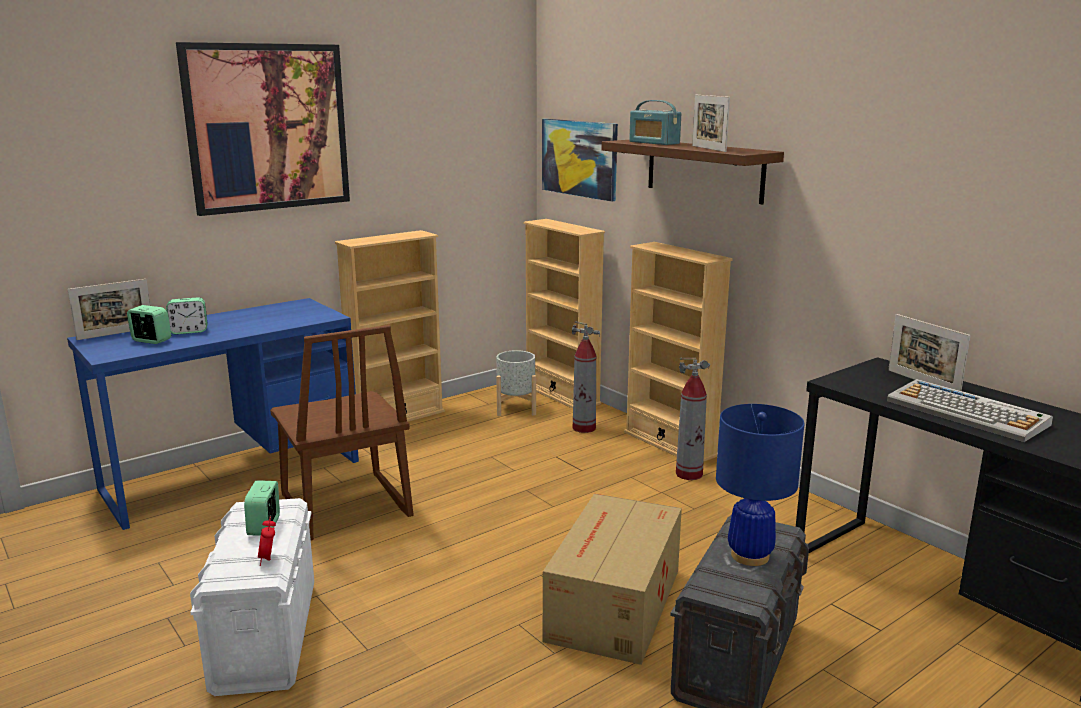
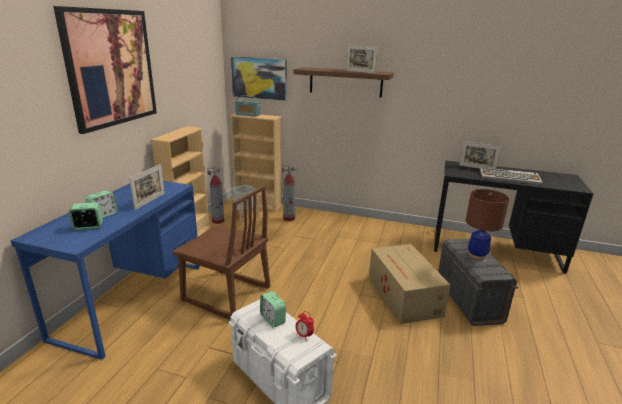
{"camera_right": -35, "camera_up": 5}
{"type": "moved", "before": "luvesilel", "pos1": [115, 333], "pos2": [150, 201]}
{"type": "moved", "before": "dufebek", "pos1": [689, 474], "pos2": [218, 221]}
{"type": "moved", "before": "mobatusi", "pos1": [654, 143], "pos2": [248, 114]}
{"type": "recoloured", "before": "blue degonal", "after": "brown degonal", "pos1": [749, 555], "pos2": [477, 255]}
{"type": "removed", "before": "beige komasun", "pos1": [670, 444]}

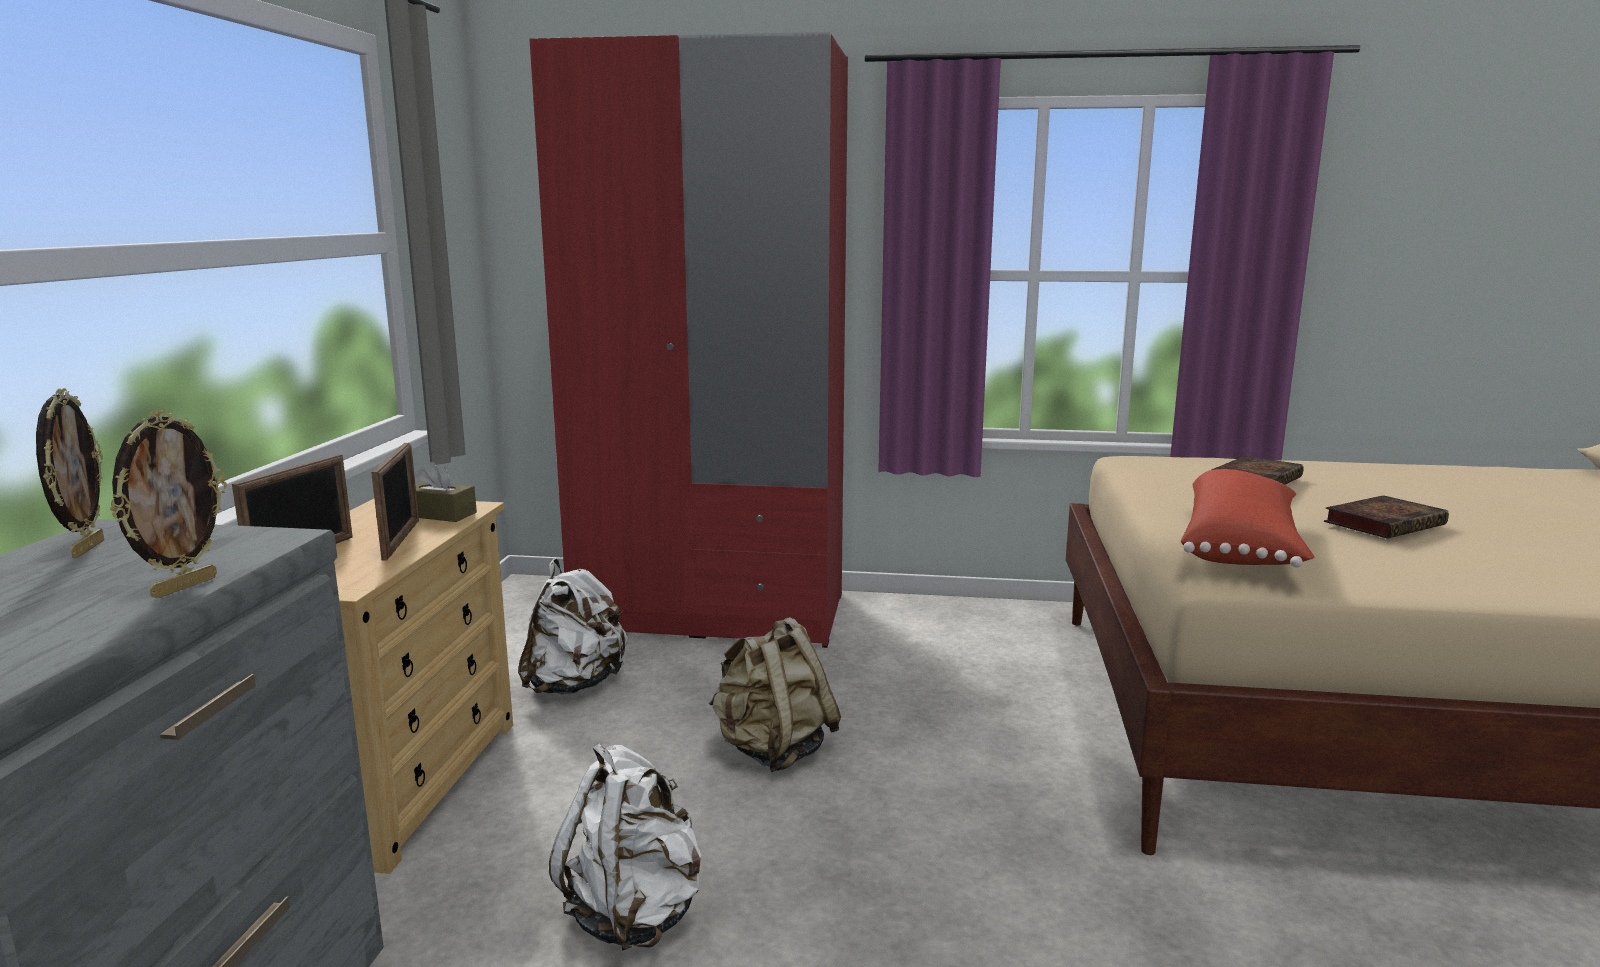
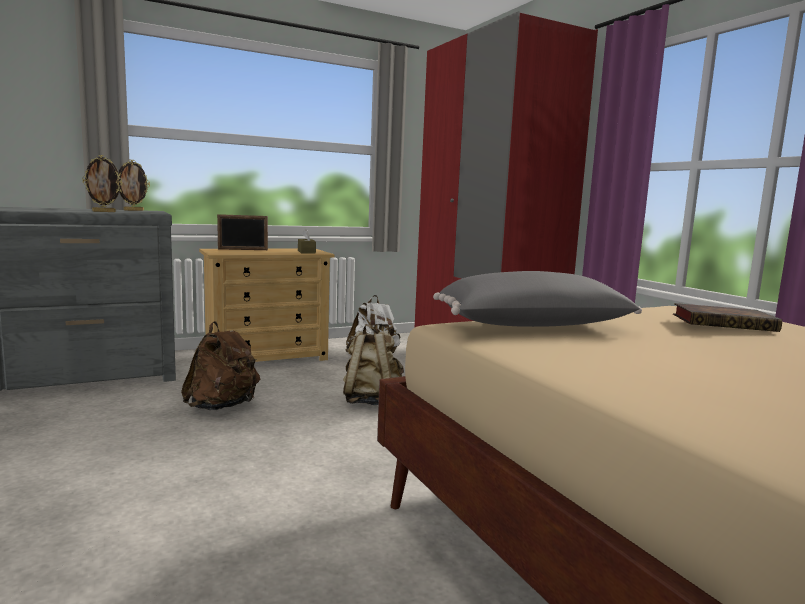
{"camera_right": 55, "camera_up": -5}
{"type": "recoloured", "before": "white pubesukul", "after": "brown pubesukul", "pos1": [635, 913], "pos2": [222, 406]}
{"type": "recoloured", "before": "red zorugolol", "after": "grey zorugolol", "pos1": [1241, 547], "pos2": [534, 327]}
{"type": "removed", "before": "luvesilel", "pos1": [401, 540]}
{"type": "removed", "before": "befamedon", "pos1": [1385, 523]}

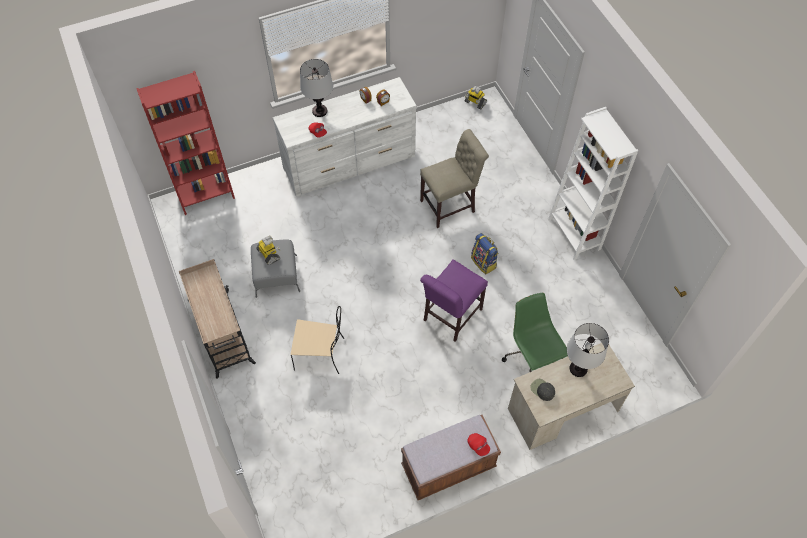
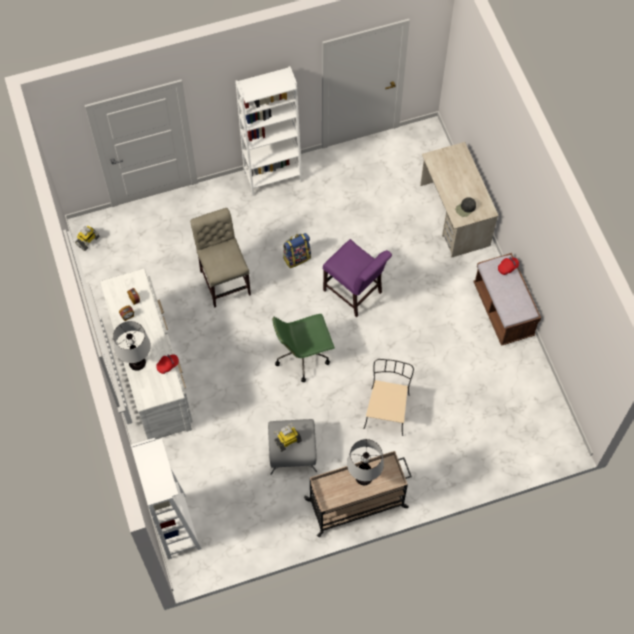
{"camera_right": -85, "camera_up": 5}
{"type": "recoloured", "before": "red komasun", "after": "white komasun", "pos1": [206, 195], "pos2": [176, 526]}
{"type": "moved", "before": "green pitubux", "pos1": [531, 358], "pos2": [303, 356]}
{"type": "moved", "before": "degonal", "pos1": [578, 369], "pos2": [364, 477]}

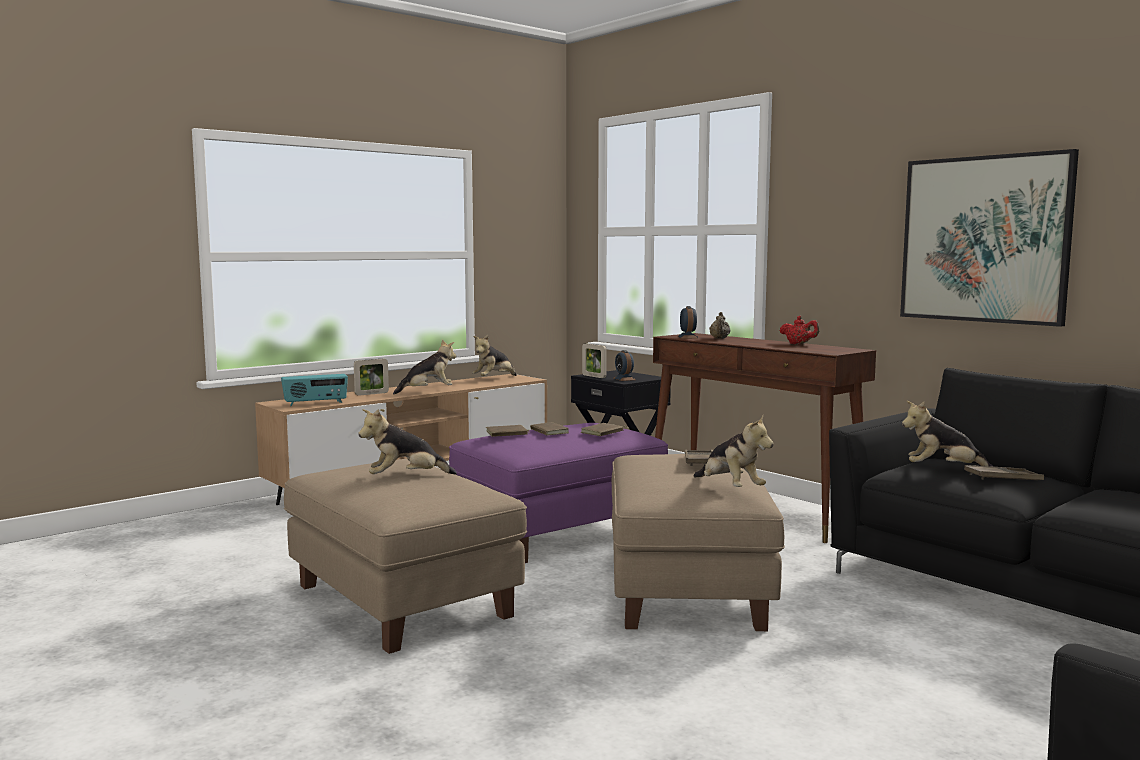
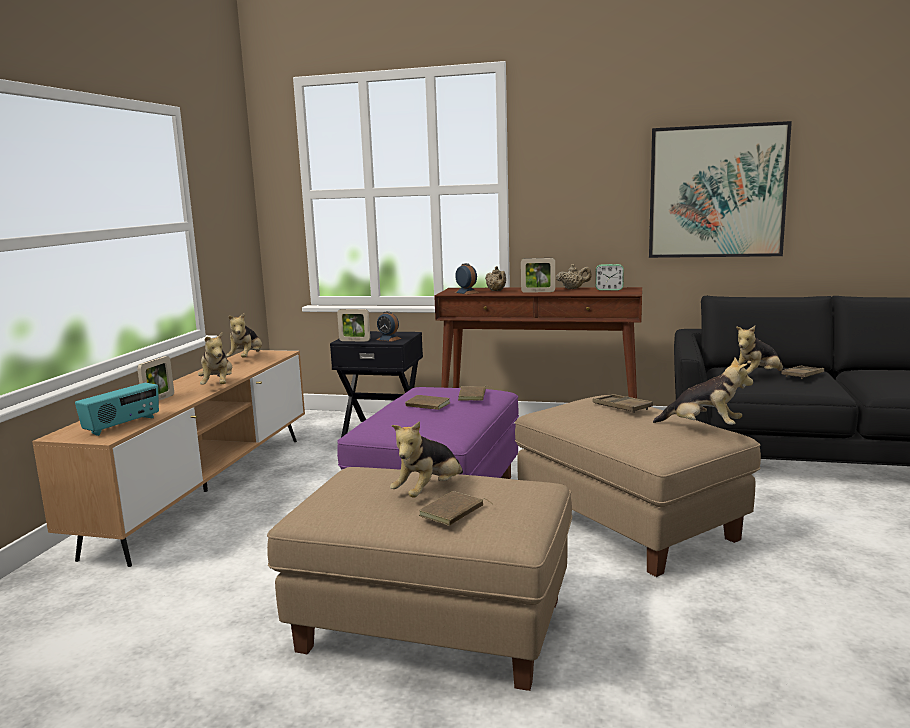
{"camera_right": -35, "camera_up": 5}
{"type": "turned", "before": "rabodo", "pos1": [428, 392], "pos2": [218, 385], "turn": 135}
{"type": "moved", "before": "brown befamedon", "pos1": [507, 434], "pos2": [453, 512]}
{"type": "added", "after": "luvesilel", "pos2": [538, 292]}
{"type": "recoloured", "before": "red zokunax", "after": "beige zokunax", "pos1": [799, 344], "pos2": [573, 288]}
{"type": "added", "after": "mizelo", "pos2": [609, 289]}

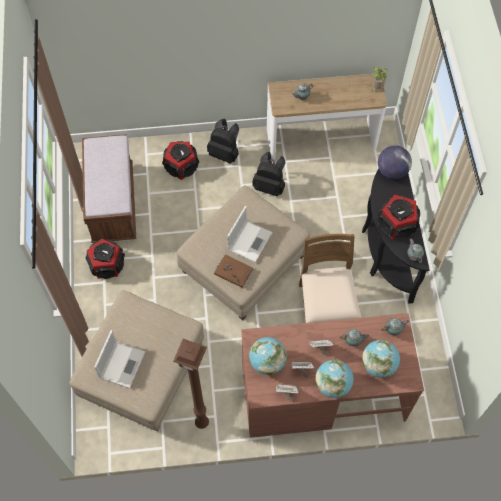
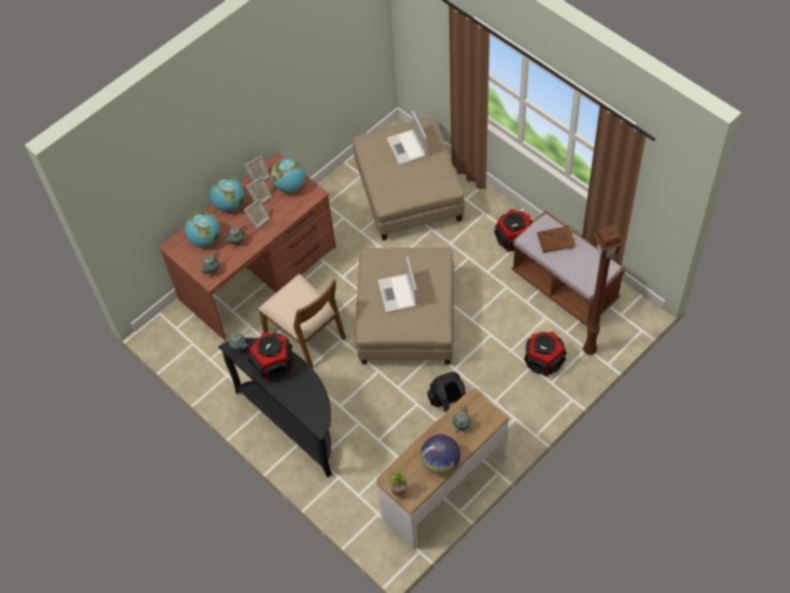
{"camera_right": 145, "camera_up": -5}
{"type": "moved", "before": "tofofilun", "pos1": [392, 171], "pos2": [441, 462]}
{"type": "moved", "before": "brown befamedon", "pos1": [233, 271], "pos2": [556, 241]}
{"type": "moved", "before": "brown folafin", "pos1": [200, 423], "pos2": [590, 349]}
{"type": "removed", "before": "black pubesukul", "pos1": [225, 153]}

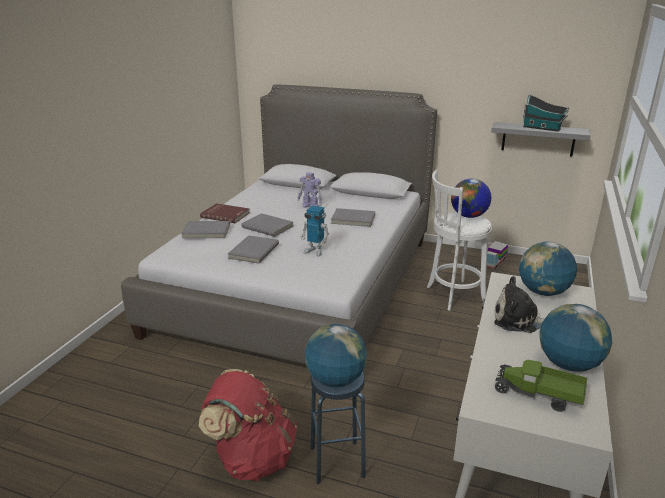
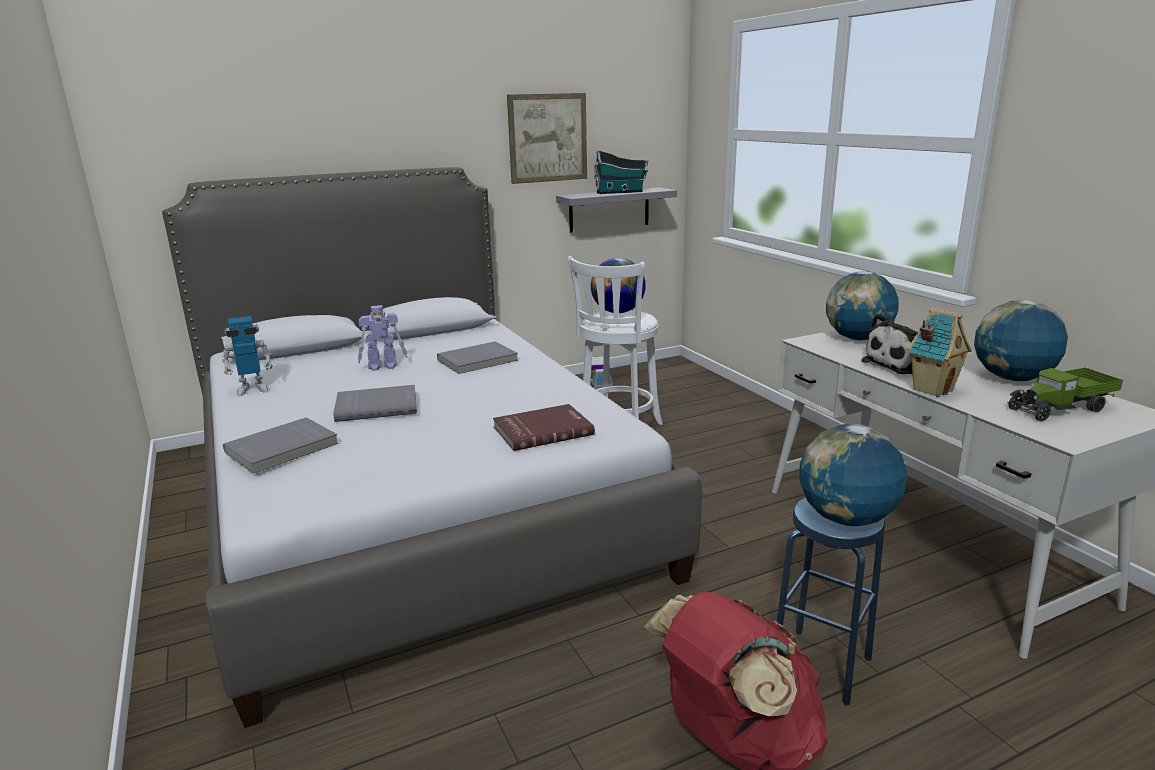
{"camera_right": -45, "camera_up": -5}
{"type": "moved", "before": "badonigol", "pos1": [315, 251], "pos2": [252, 389]}
{"type": "moved", "before": "red befamedon", "pos1": [225, 215], "pos2": [542, 430]}
{"type": "added", "after": "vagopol", "pos2": [548, 138]}
{"type": "added", "after": "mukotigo", "pos2": [932, 390]}
{"type": "removed", "before": "grey befamedon", "pos1": [253, 251]}

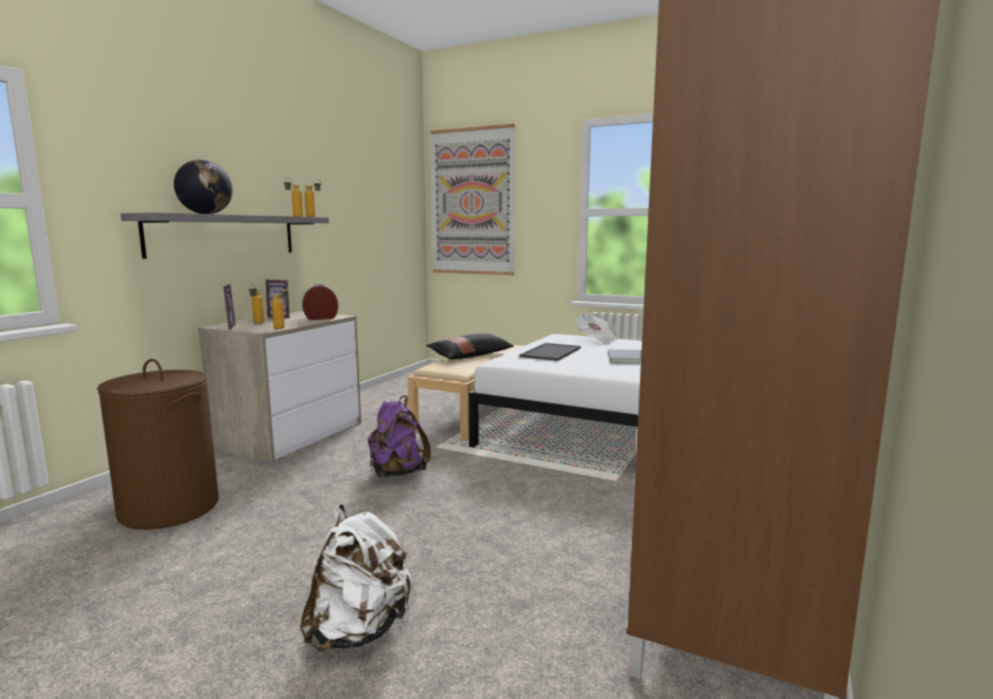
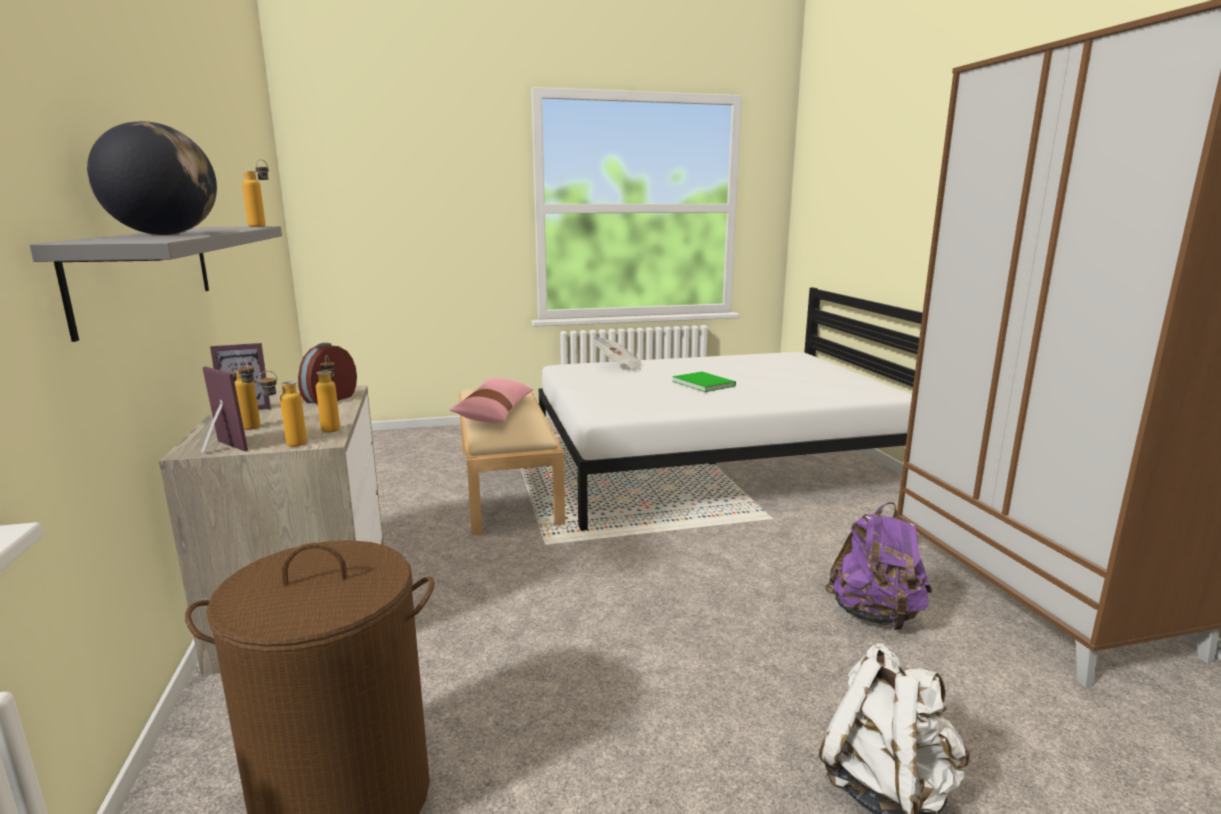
{"camera_right": -40, "camera_up": 5}
{"type": "moved", "before": "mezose", "pos1": [294, 216], "pos2": [288, 445]}
{"type": "recoloured", "before": "black zorugolol", "after": "pink zorugolol", "pos1": [470, 355], "pos2": [495, 412]}
{"type": "recoloured", "before": "grey befamedon", "after": "green befamedon", "pos1": [627, 358], "pos2": [703, 383]}
{"type": "moved", "before": "purple pubesukul", "pos1": [397, 473], "pos2": [875, 615]}
{"type": "removed", "before": "vagopol", "pos1": [472, 202]}
{"type": "removed", "before": "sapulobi", "pos1": [550, 352]}

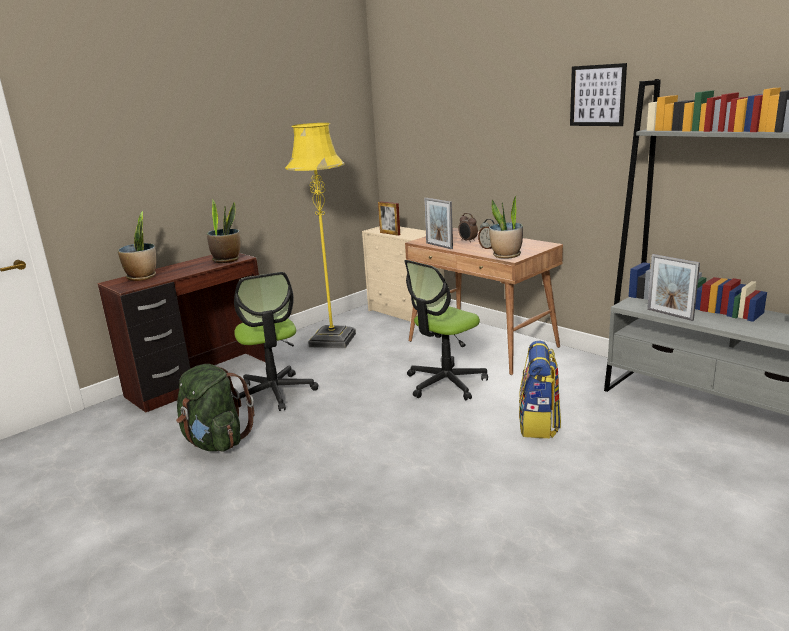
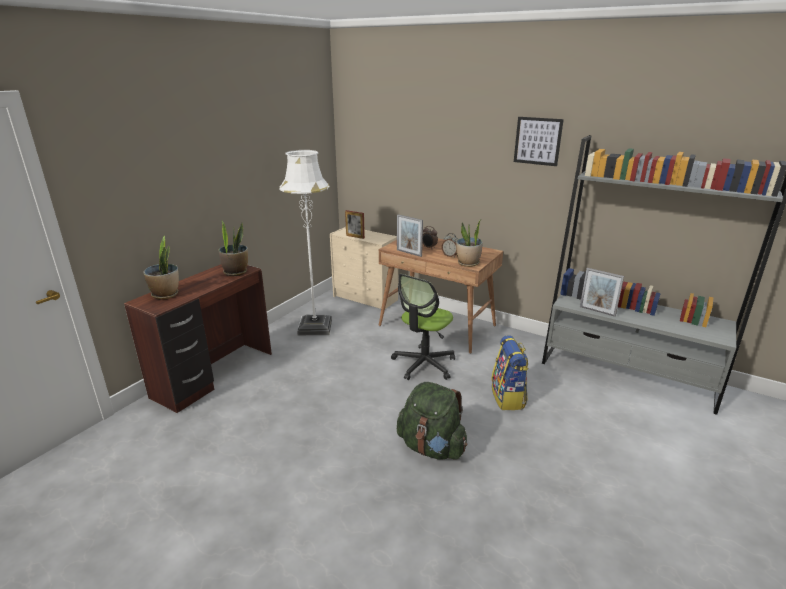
{"camera_right": -15, "camera_up": 5}
{"type": "recoloured", "before": "yellow folafin", "after": "white folafin", "pos1": [333, 340], "pos2": [315, 327]}
{"type": "moved", "before": "green pubesukul", "pos1": [216, 442], "pos2": [431, 447]}
{"type": "removed", "before": "pitubux", "pos1": [274, 393]}

